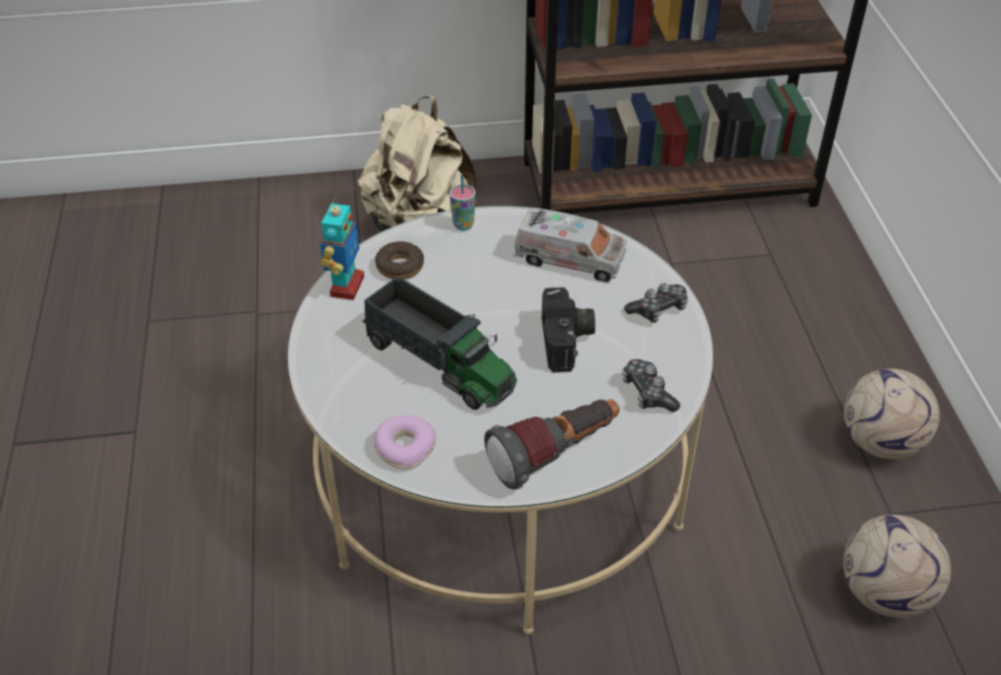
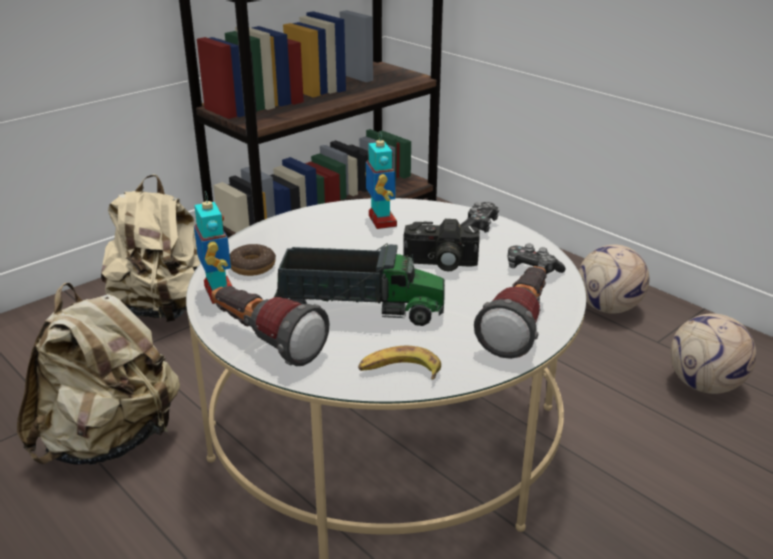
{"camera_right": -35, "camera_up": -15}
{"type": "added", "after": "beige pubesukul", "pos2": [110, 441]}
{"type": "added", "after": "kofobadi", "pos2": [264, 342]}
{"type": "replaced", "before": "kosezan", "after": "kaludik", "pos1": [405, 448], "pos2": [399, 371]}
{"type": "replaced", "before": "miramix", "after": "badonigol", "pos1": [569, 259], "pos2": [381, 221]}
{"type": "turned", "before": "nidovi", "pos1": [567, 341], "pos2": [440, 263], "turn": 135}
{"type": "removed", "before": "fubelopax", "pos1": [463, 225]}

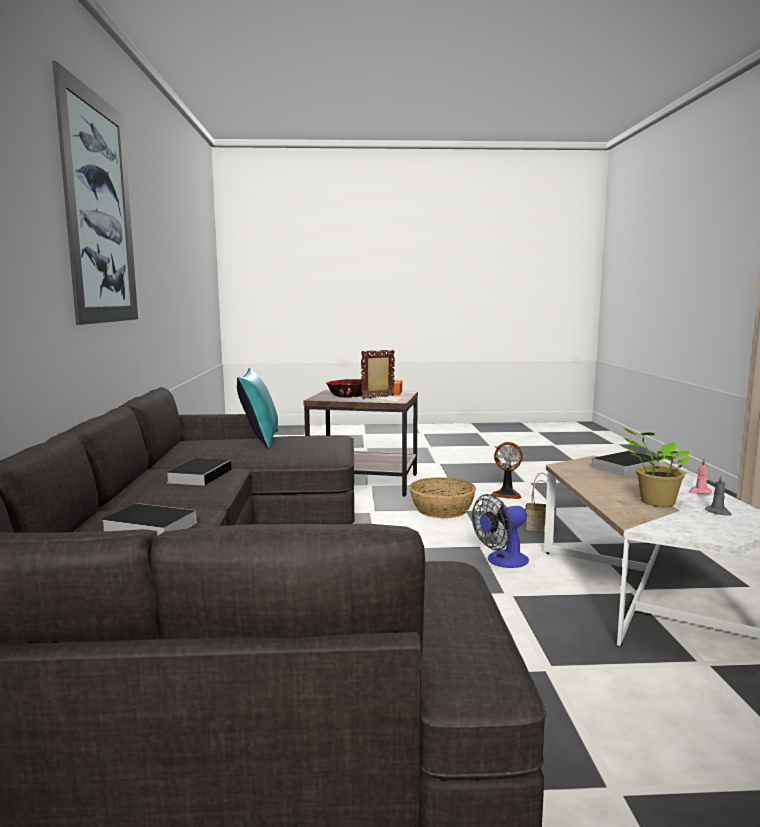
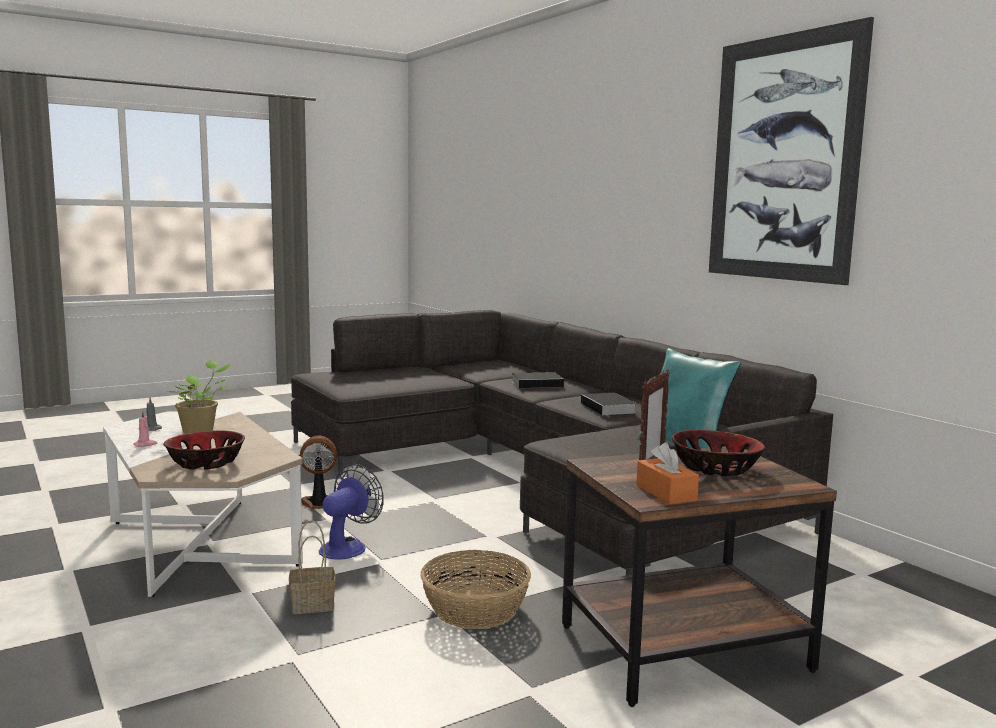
{"camera_right": 150, "camera_up": 0}
{"type": "replaced", "before": "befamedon", "after": "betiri", "pos1": [625, 468], "pos2": [205, 463]}
{"type": "moved", "before": "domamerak", "pos1": [506, 494], "pos2": [319, 504]}

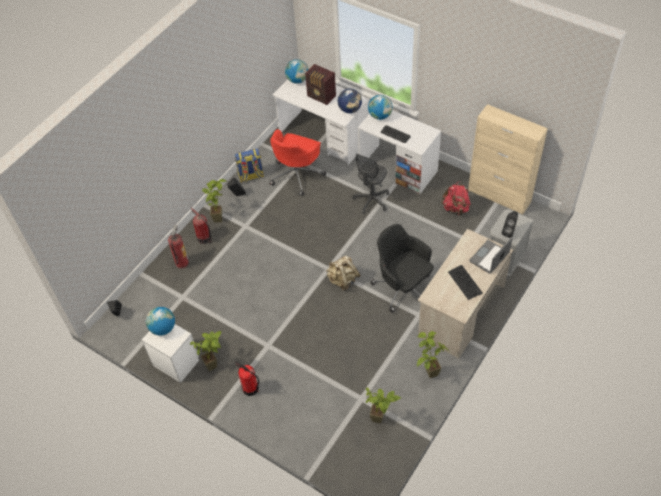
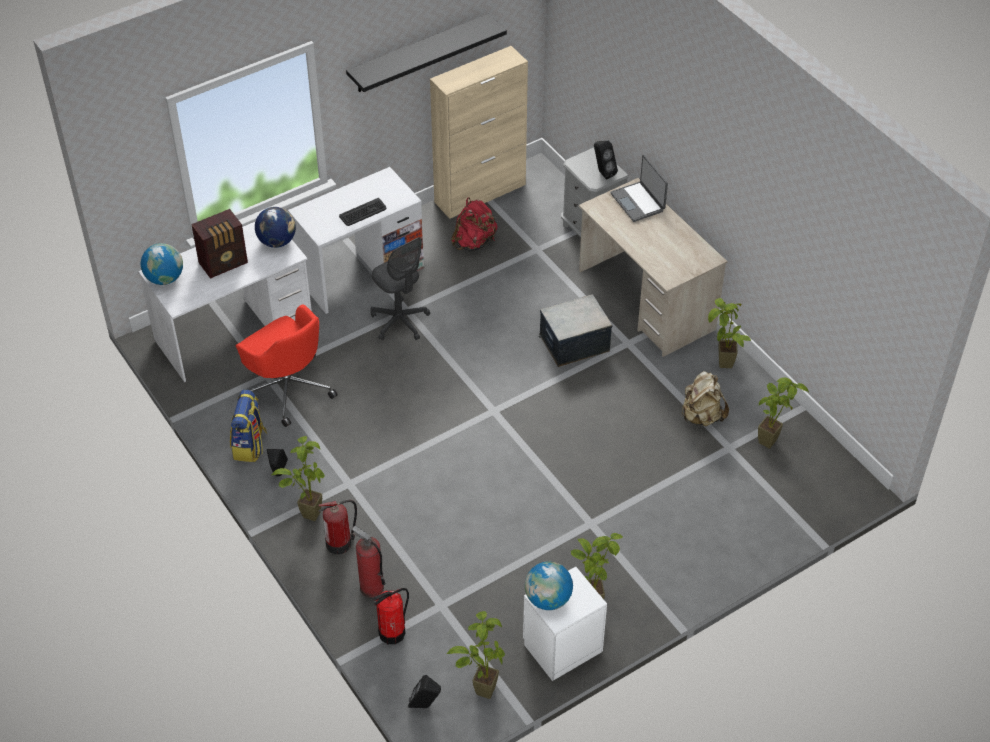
{"camera_right": -70, "camera_up": -5}
{"type": "added", "after": "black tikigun", "pos2": [419, 54]}
{"type": "moved", "before": "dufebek", "pos1": [250, 389], "pos2": [392, 633]}
{"type": "added", "after": "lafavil", "pos2": [479, 687]}
{"type": "replaced", "before": "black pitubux", "after": "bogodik", "pos1": [402, 287], "pos2": [574, 343]}
{"type": "moved", "before": "beige pubesukul", "pos1": [343, 280], "pos2": [701, 416]}
{"type": "removed", "before": "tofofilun", "pos1": [380, 116]}
{"type": "removed", "before": "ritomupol", "pos1": [465, 282]}

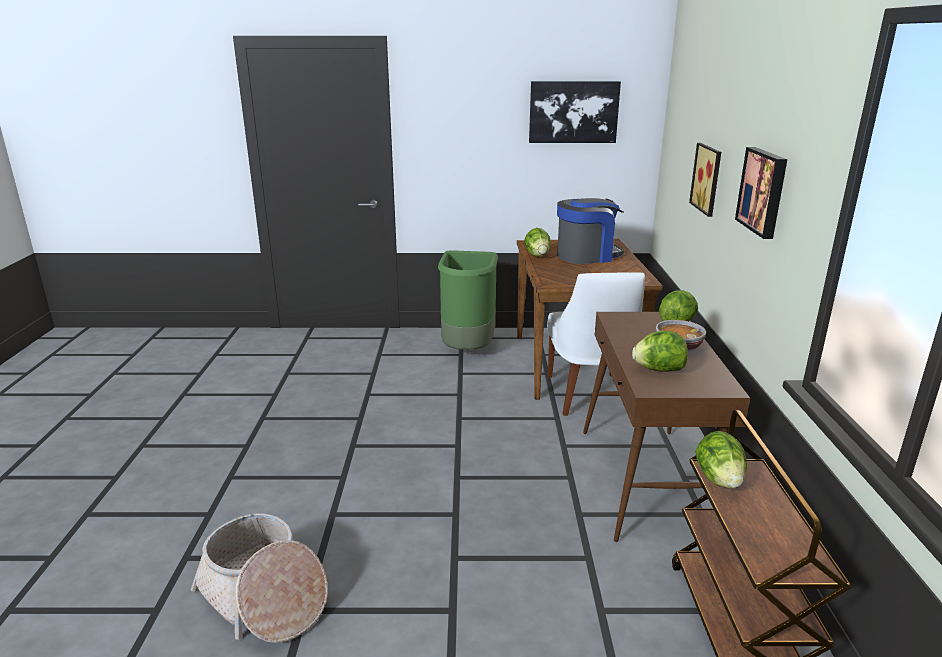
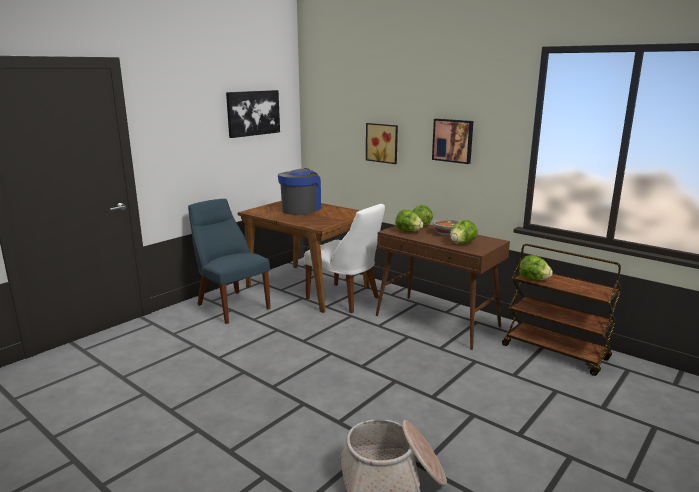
{"camera_right": -50, "camera_up": -5}
{"type": "replaced", "before": "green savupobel", "after": "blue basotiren", "pos1": [468, 350], "pos2": [231, 305]}
{"type": "moved", "before": "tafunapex", "pos1": [537, 255], "pos2": [408, 231]}

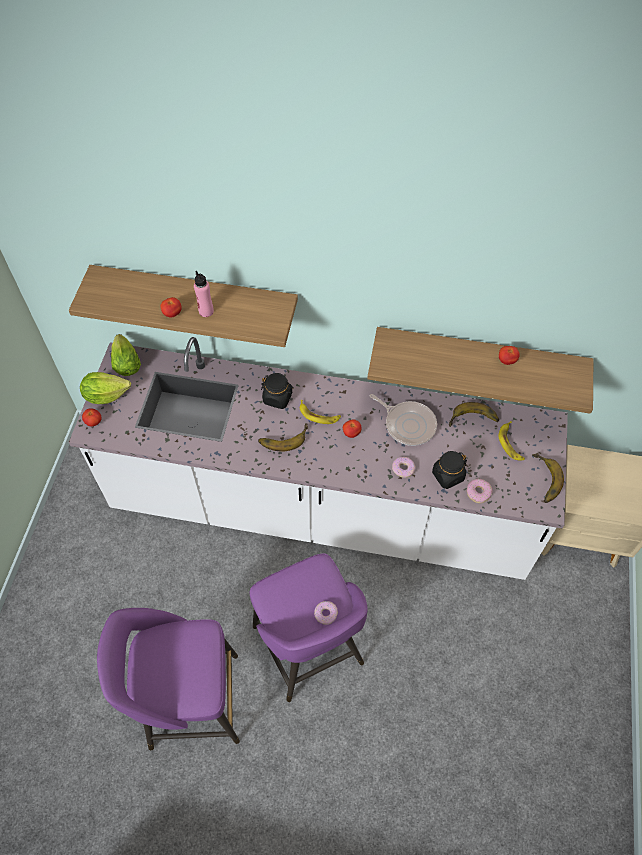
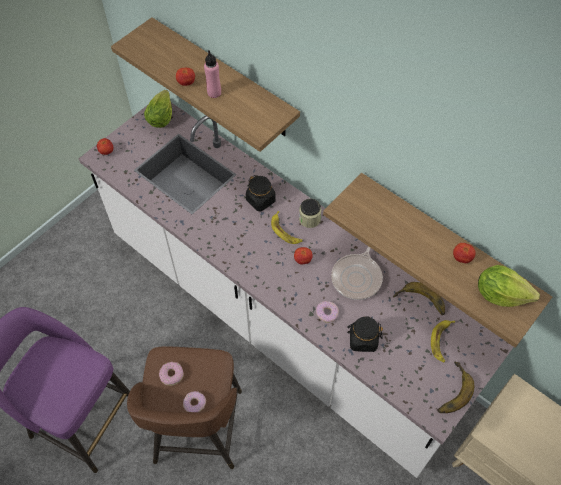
{"camera_right": 30, "camera_up": 0}
{"type": "recoloured", "before": "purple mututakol", "after": "brown mututakol", "pos1": [309, 648], "pos2": [197, 429]}
{"type": "moved", "before": "kosezan", "pos1": [478, 493], "pos2": [172, 375]}
{"type": "added", "after": "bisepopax", "pos2": [309, 219]}
{"type": "turned", "before": "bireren", "pos1": [408, 424], "pos2": [357, 277], "turn": 45}
{"type": "moved", "before": "tafunapex", "pos1": [106, 395], "pos2": [500, 294]}
{"type": "removed", "before": "kaludik", "pos1": [283, 437]}

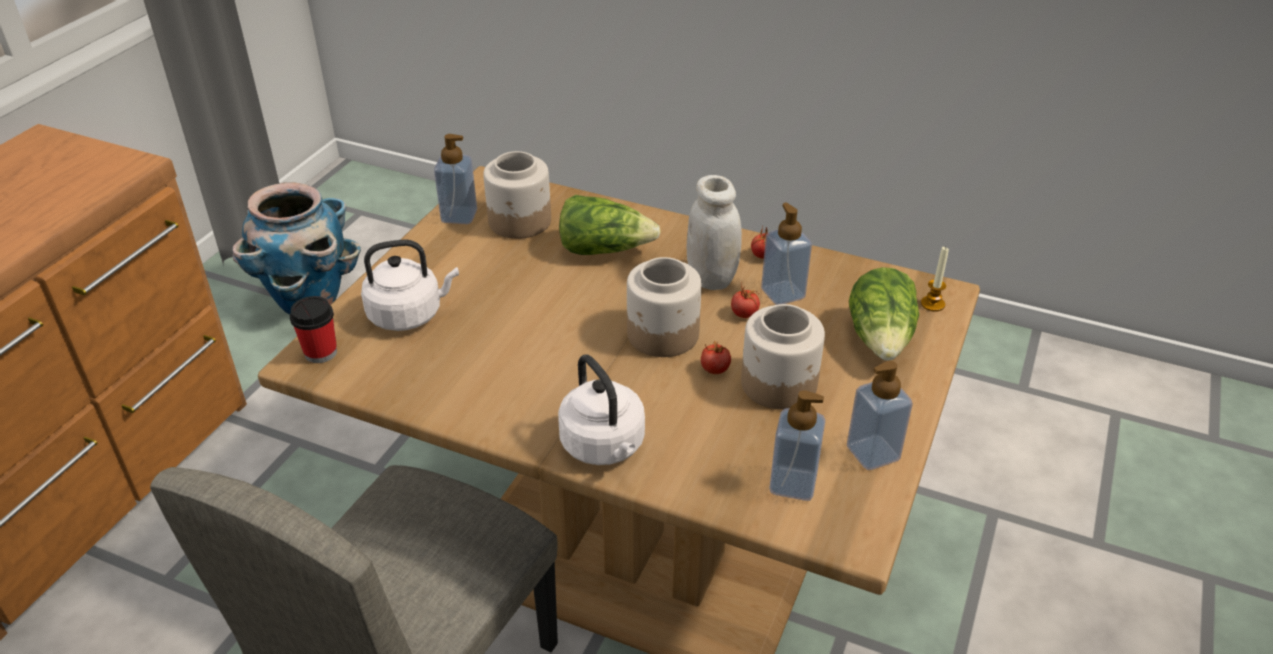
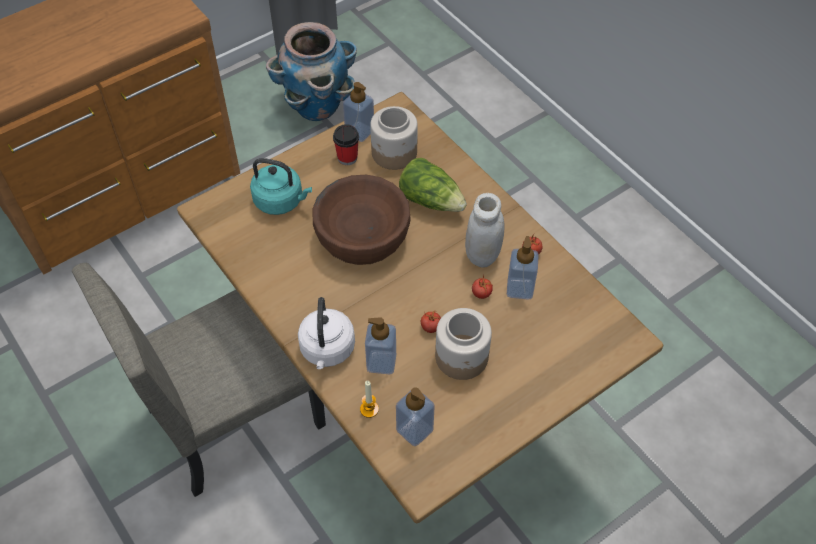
{"camera_right": 30, "camera_up": 15}
{"type": "recoloured", "before": "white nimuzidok", "after": "turquoise nimuzidok", "pos1": [409, 315], "pos2": [281, 201]}
{"type": "added", "after": "brown betiri", "pos2": [362, 237]}
{"type": "moved", "before": "fubelopax", "pos1": [320, 352], "pos2": [347, 158]}
{"type": "moved", "before": "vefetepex", "pos1": [932, 304], "pos2": [369, 409]}
{"type": "moved", "before": "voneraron", "pos1": [872, 453], "pos2": [381, 362]}
{"type": "removed", "before": "bisepopax", "pos1": [663, 335]}
{"type": "removed", "before": "tafunapex", "pos1": [881, 339]}

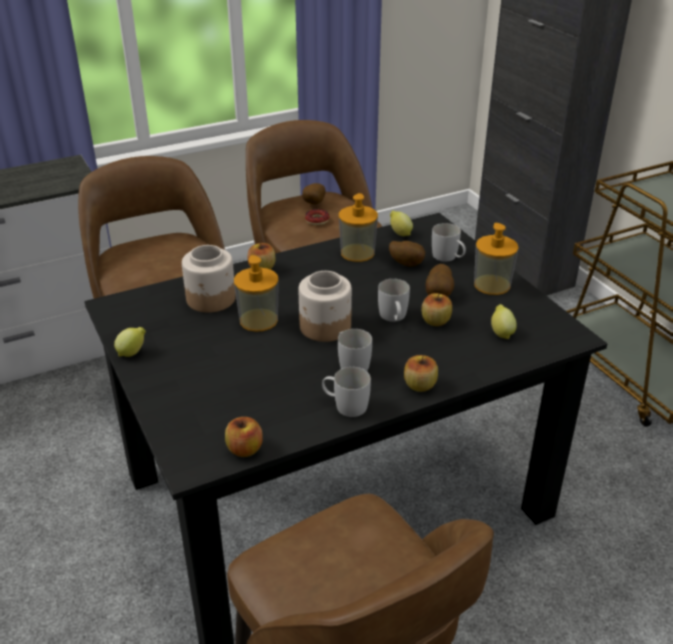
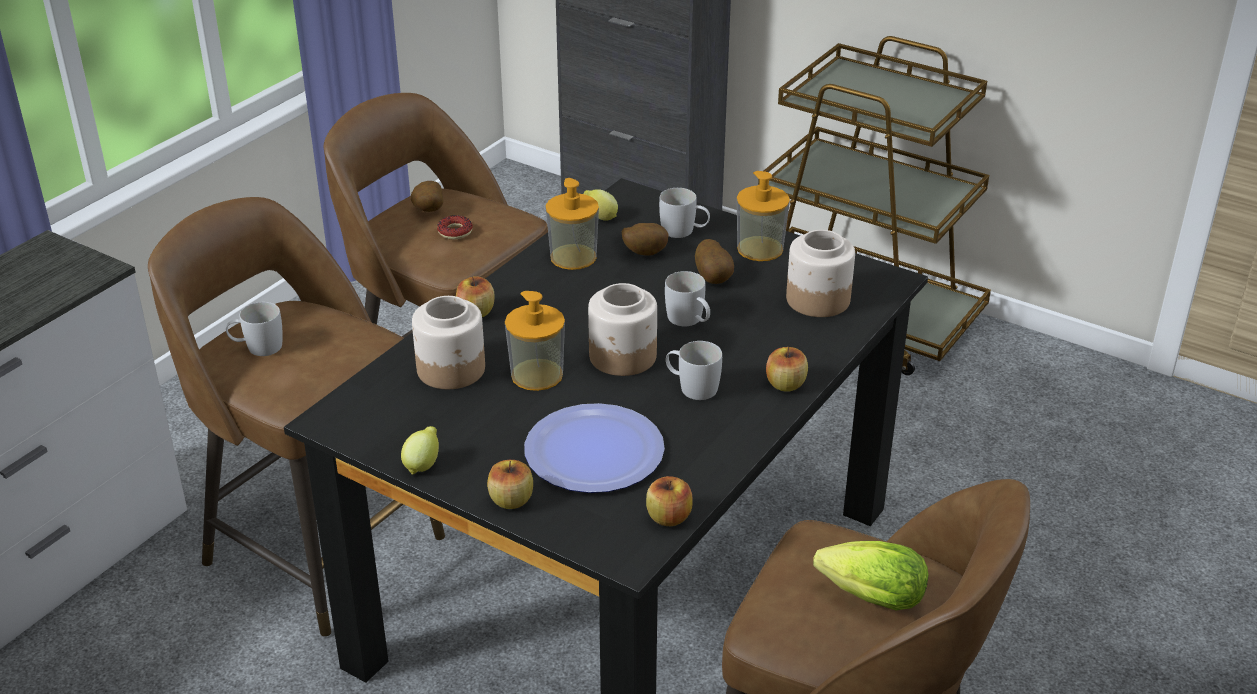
{"camera_right": -30, "camera_up": 0}
{"type": "moved", "before": "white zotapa", "pos1": [345, 405], "pos2": [257, 347]}
{"type": "moved", "before": "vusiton", "pos1": [435, 321], "pos2": [511, 500]}
{"type": "added", "after": "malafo", "pos2": [594, 451]}
{"type": "replaced", "before": "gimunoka", "after": "bisepopax", "pos1": [501, 333], "pos2": [817, 300]}
{"type": "added", "after": "tafunapex", "pos2": [866, 597]}

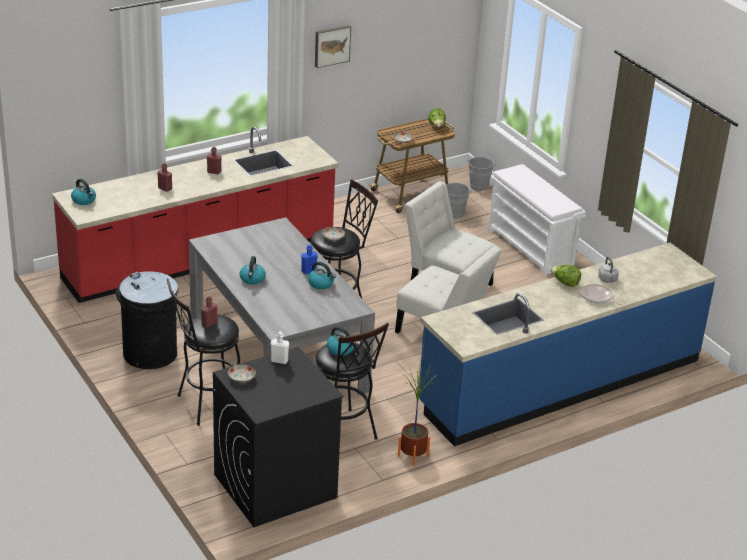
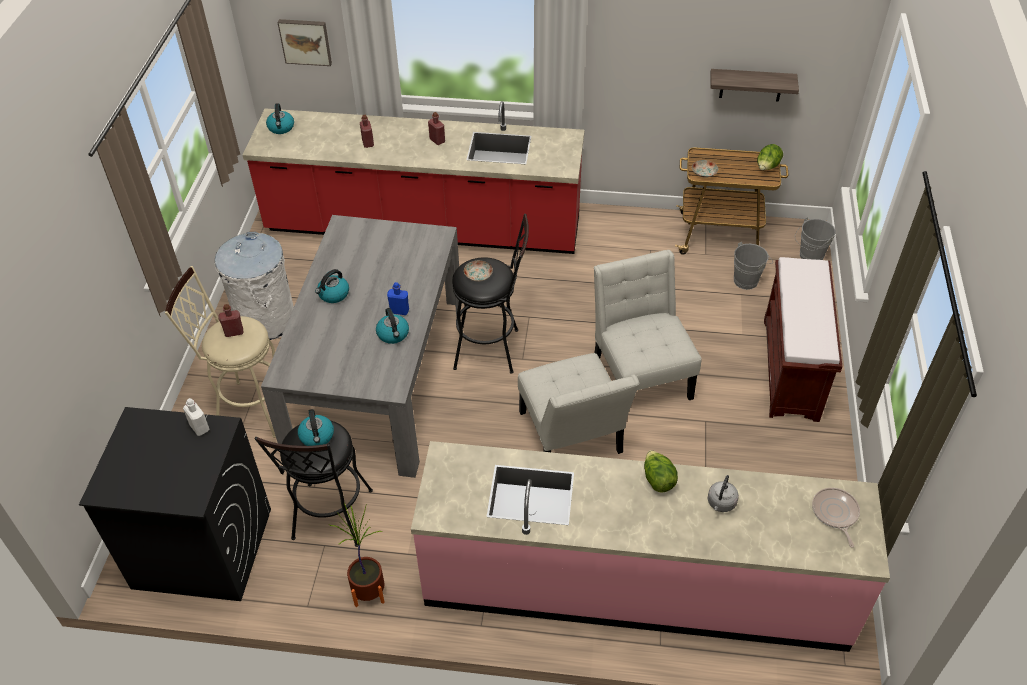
{"camera_right": 40, "camera_up": 15}
{"type": "recoloured", "before": "black mututakol", "after": "beige mututakol", "pos1": [206, 405], "pos2": [249, 408]}
{"type": "recoloured", "before": "black savupobel", "after": "white savupobel", "pos1": [150, 354], "pos2": [265, 320]}
{"type": "moved", "before": "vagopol", "pos1": [331, 45], "pos2": [305, 41]}
{"type": "recoloured", "before": "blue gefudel", "after": "pink gefudel", "pos1": [560, 382], "pos2": [635, 585]}
{"type": "added", "after": "tikigun", "pos2": [751, 85]}
{"type": "recoloured", "before": "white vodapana", "after": "brown vodapana", "pos1": [531, 248], "pos2": [791, 369]}
{"type": "moved", "before": "bireren", "pos1": [597, 297], "pos2": [835, 513]}
{"type": "removed", "before": "malafo", "pos1": [241, 378]}

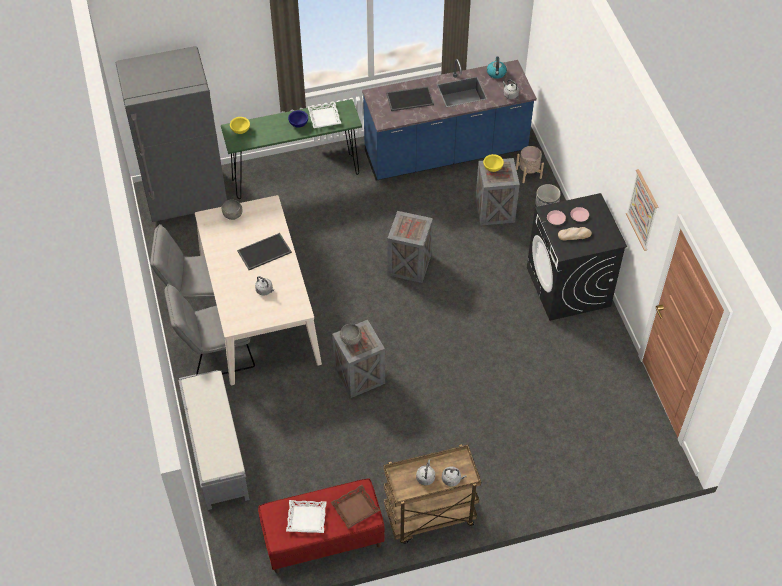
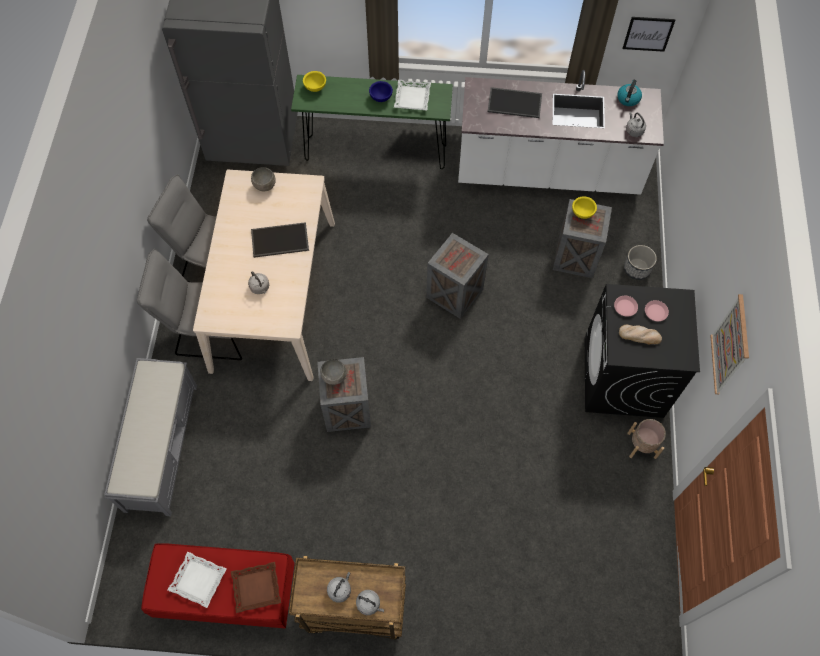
{"camera_right": 20, "camera_up": 10}
{"type": "recoloured", "before": "blue gefudel", "after": "white gefudel", "pos1": [446, 153], "pos2": [547, 173]}
{"type": "added", "after": "vagopol", "pos2": [648, 33]}
{"type": "moved", "before": "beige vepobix", "pos1": [528, 173], "pos2": [642, 445]}

